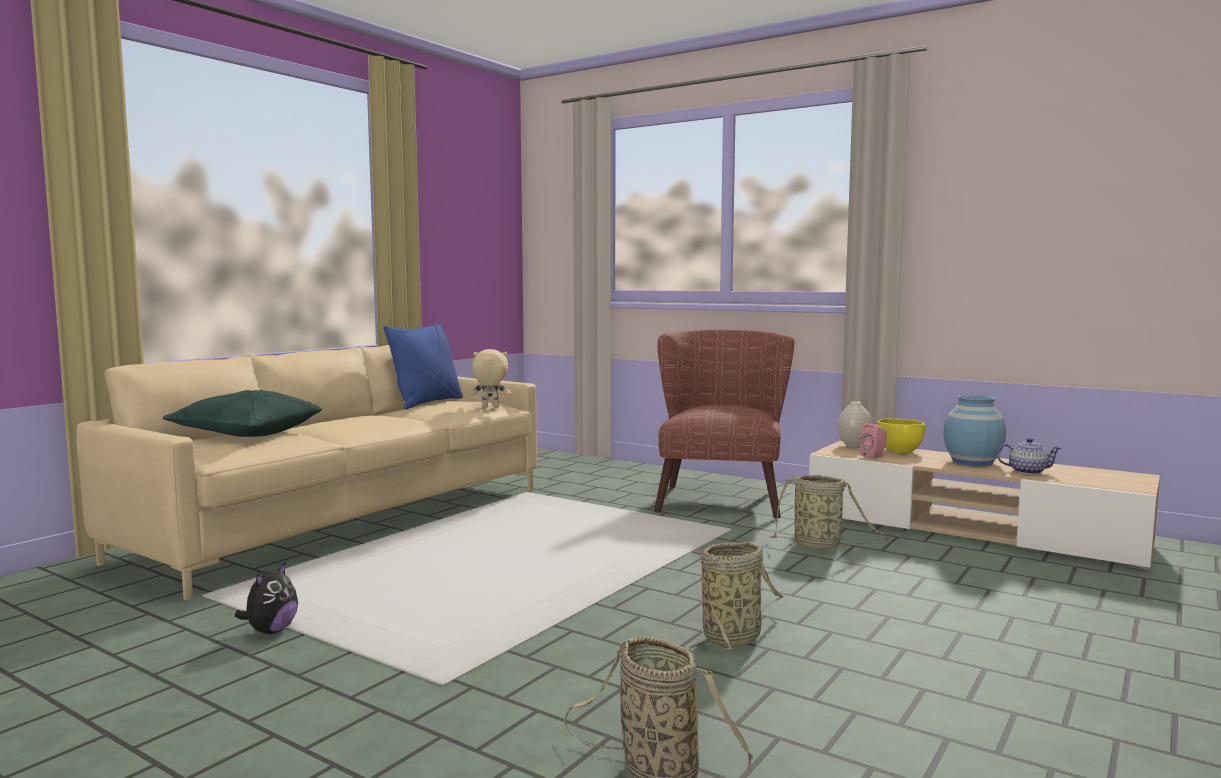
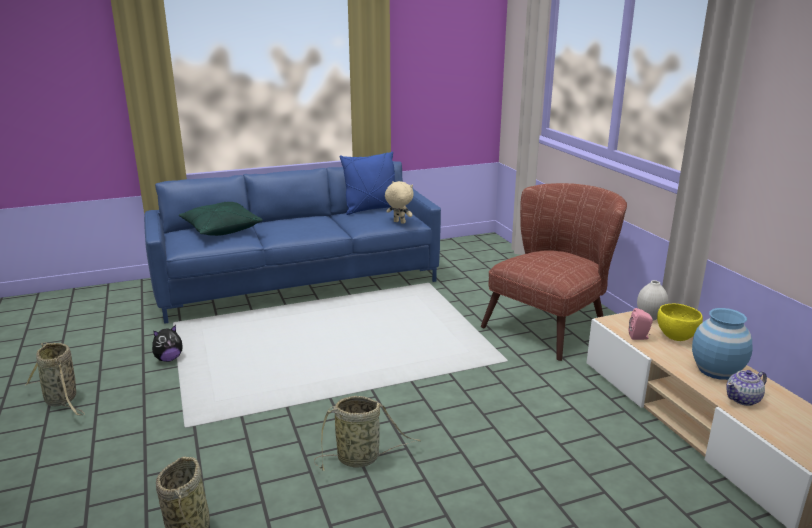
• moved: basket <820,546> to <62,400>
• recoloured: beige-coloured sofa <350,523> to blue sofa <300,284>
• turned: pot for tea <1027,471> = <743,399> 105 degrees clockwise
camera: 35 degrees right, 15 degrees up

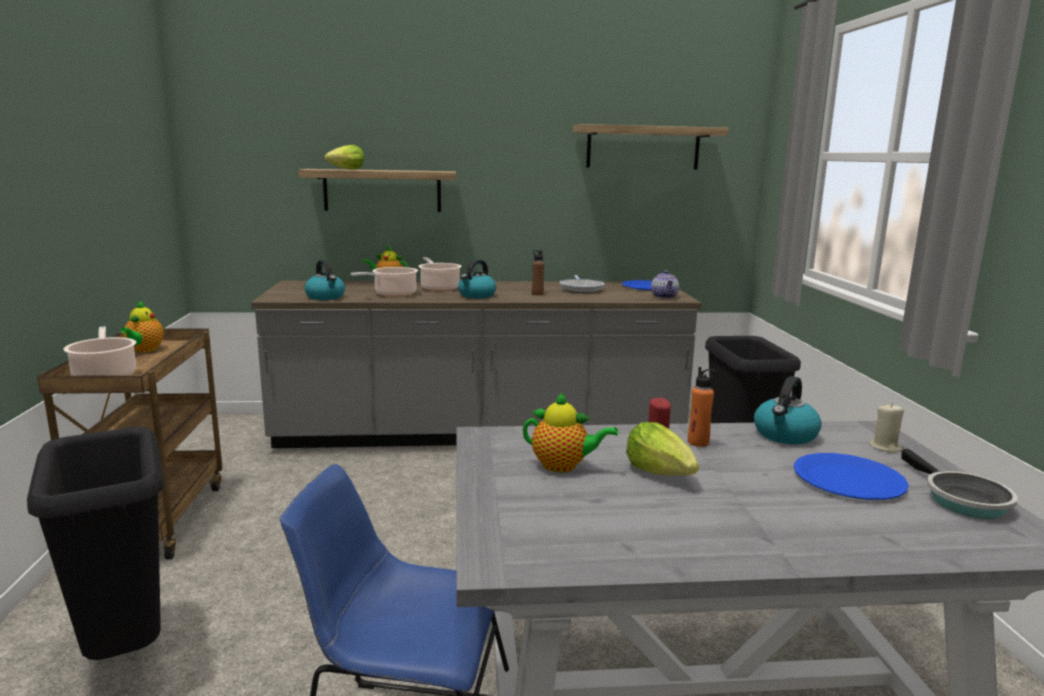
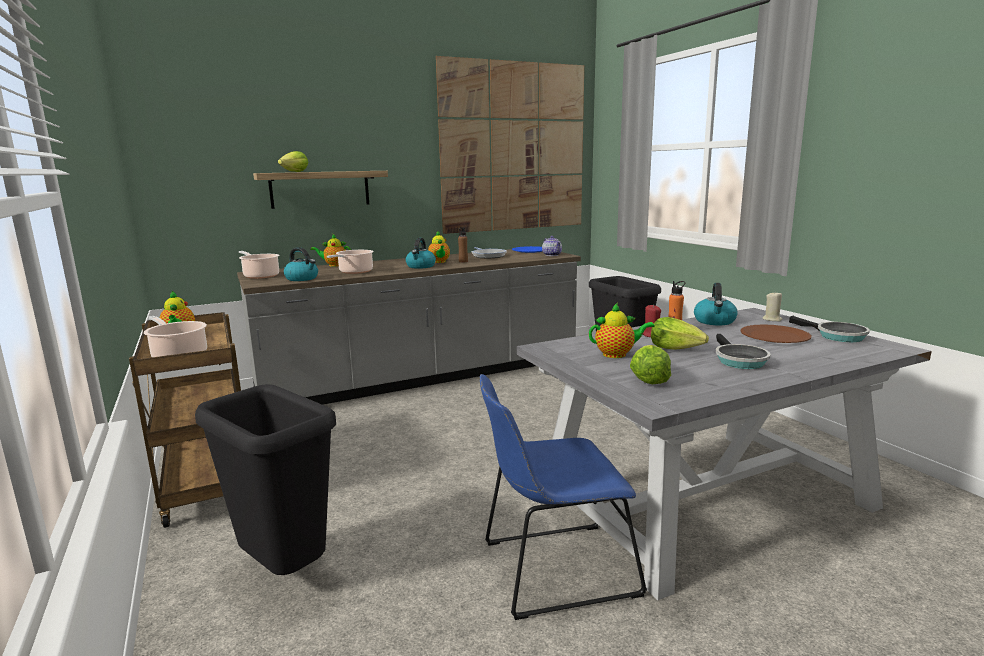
• moved: stockpot <439,288> to <260,276>
• added: pot for tea <439,262>
• replaced: wall shelf <643,148> to wall picture <514,147>
• added: lettuce <649,378>
• added: frying pan <738,360>
• recoloured: blue dinner plate <849,479> to brownish dinner plate <775,336>
camera: 20 degrees left, 0 degrees up

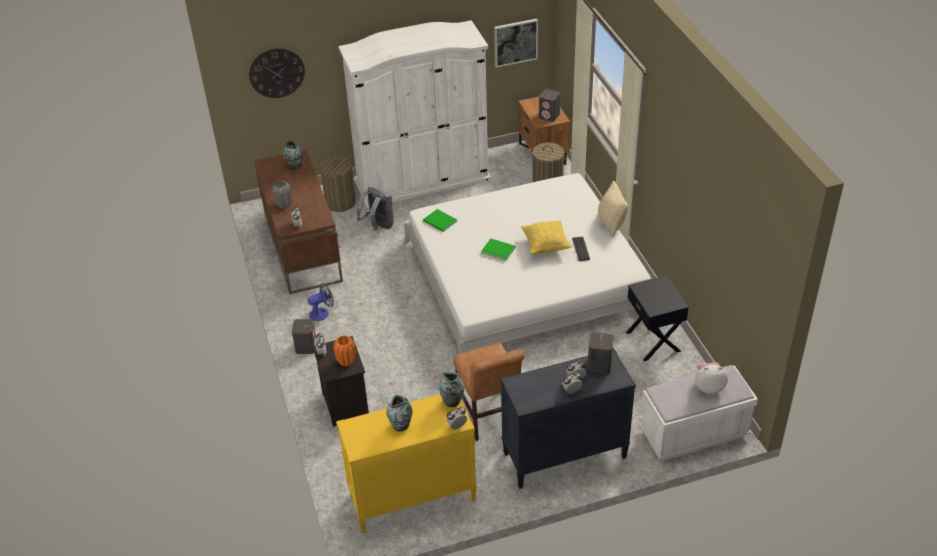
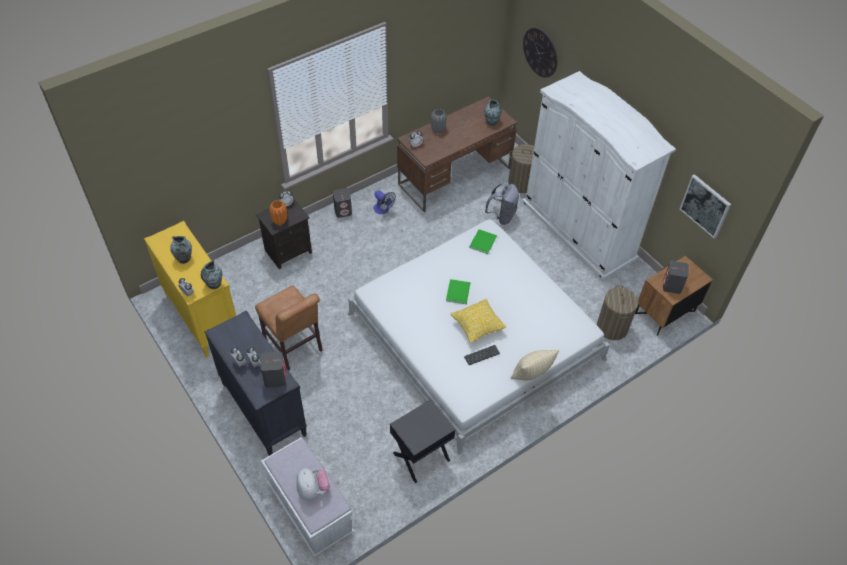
• turned: brownish chair <489,418> = <294,347> 90 degrees counterclockwise
camera: 70 degrees right, 10 degrees up

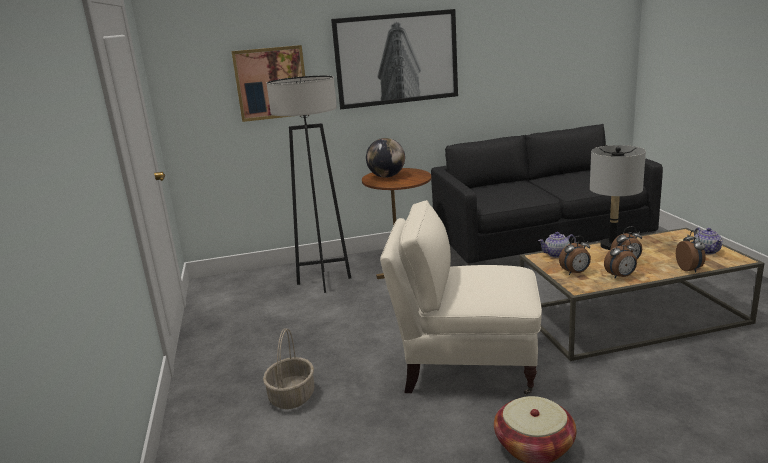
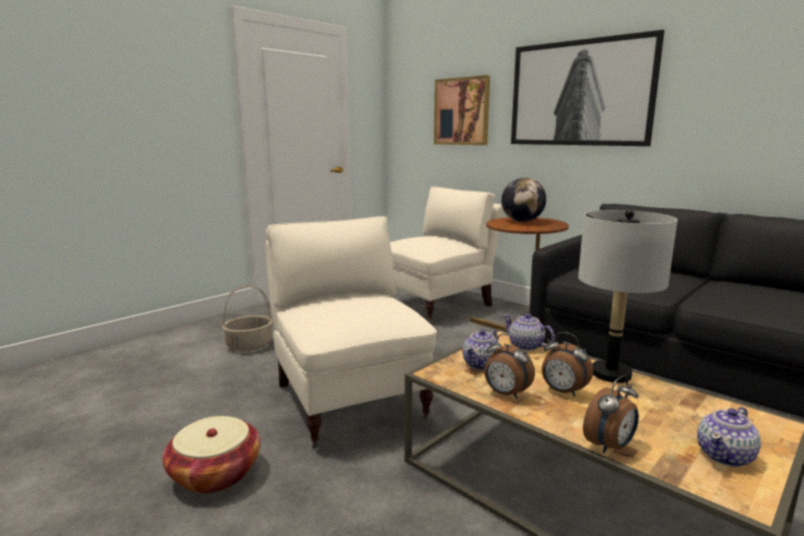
• replaced: greyish standing lamp <324,281> to beige-coloured easy chair <438,305>
• replaced: alarm clock <575,273> to pot for tea <482,364>
camera: 55 degrees right, 5 degrees down

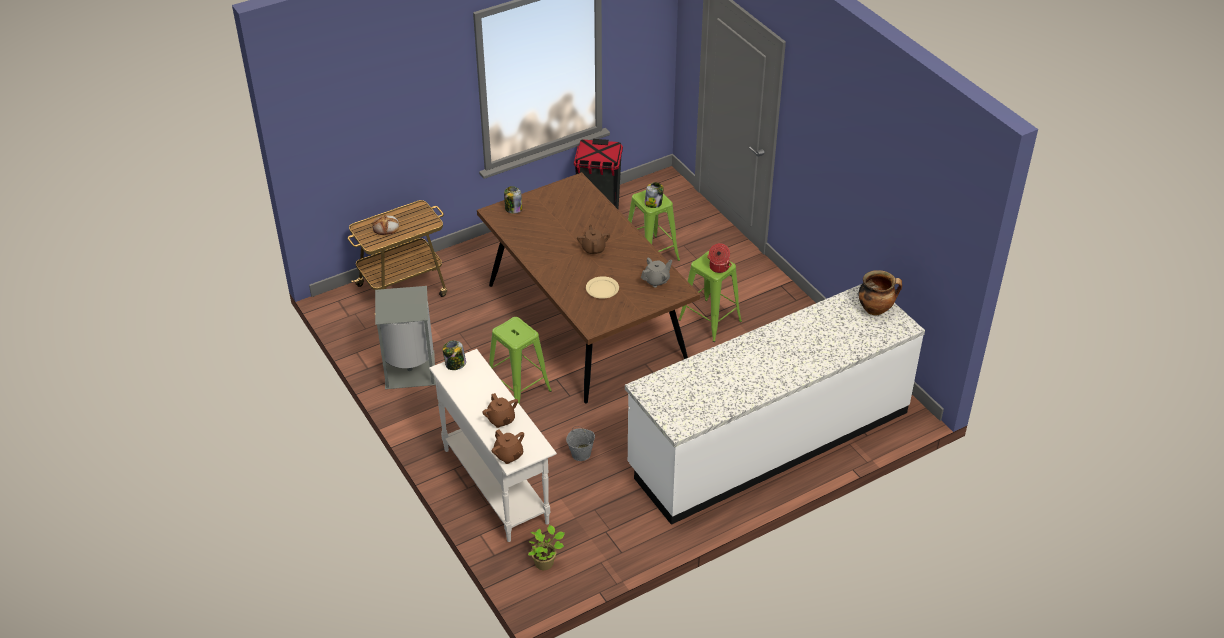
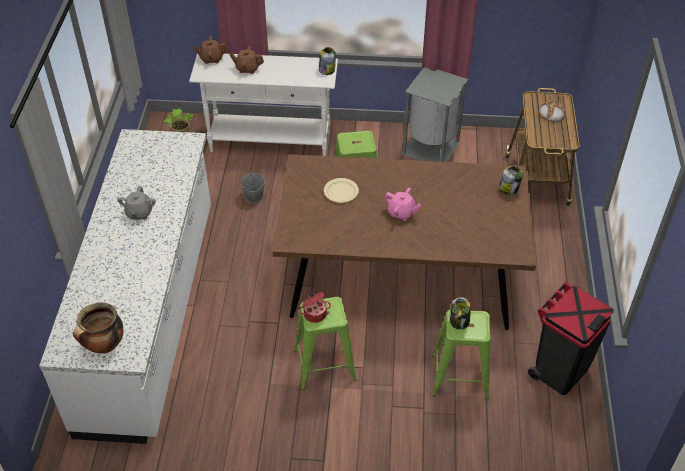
• moved: greyish pot for tea <656,280> to <139,213>
• recoloured: brownish pot for tea <593,249> to pink pot for tea <401,213>
camera: 125 degrees right, 5 degrees up

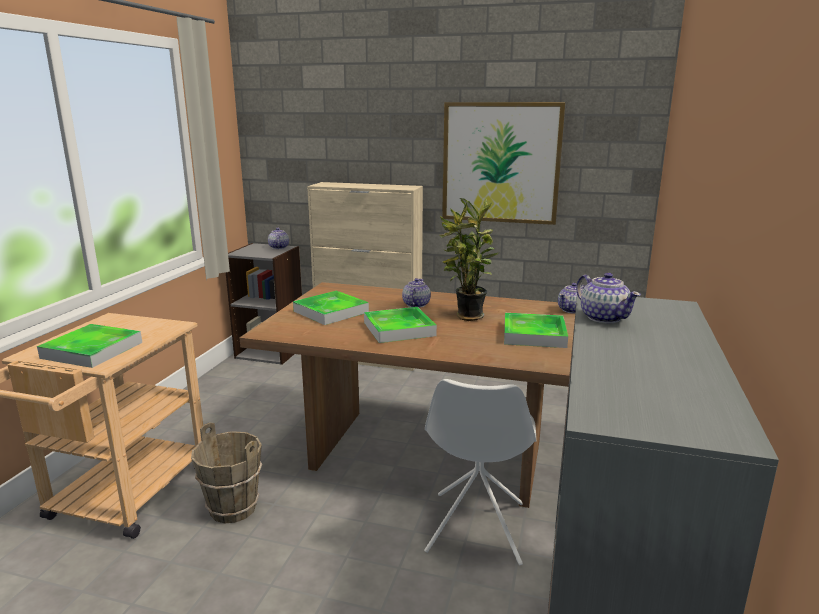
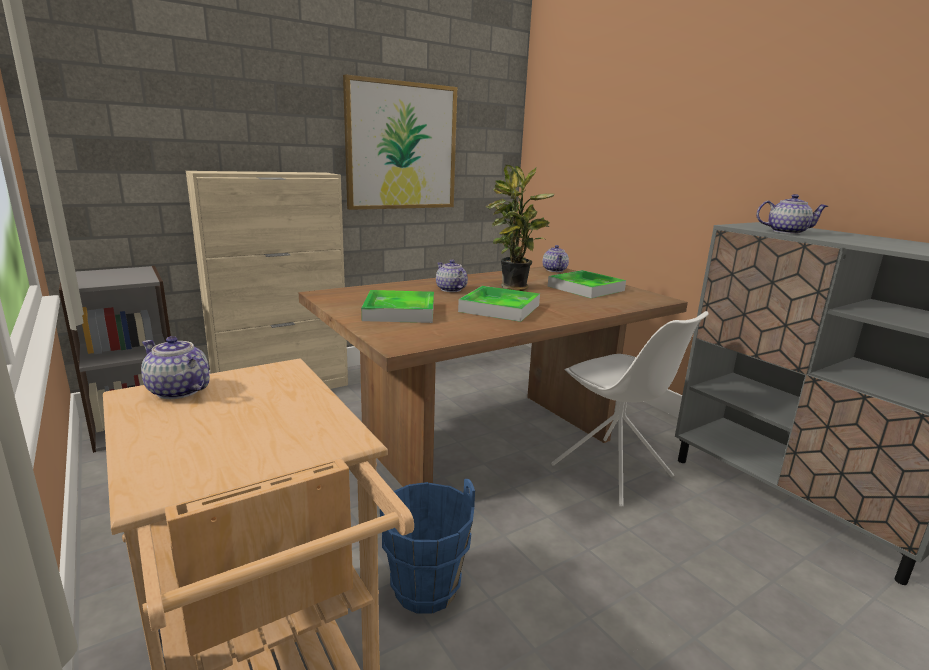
• moved: pot for tea <278,247> to <178,391>
• recoloured: brownish bucket <232,509> to blue bucket <426,590>
• removed: carrying tray <92,350>
camera: 50 degrees left, 0 degrees up

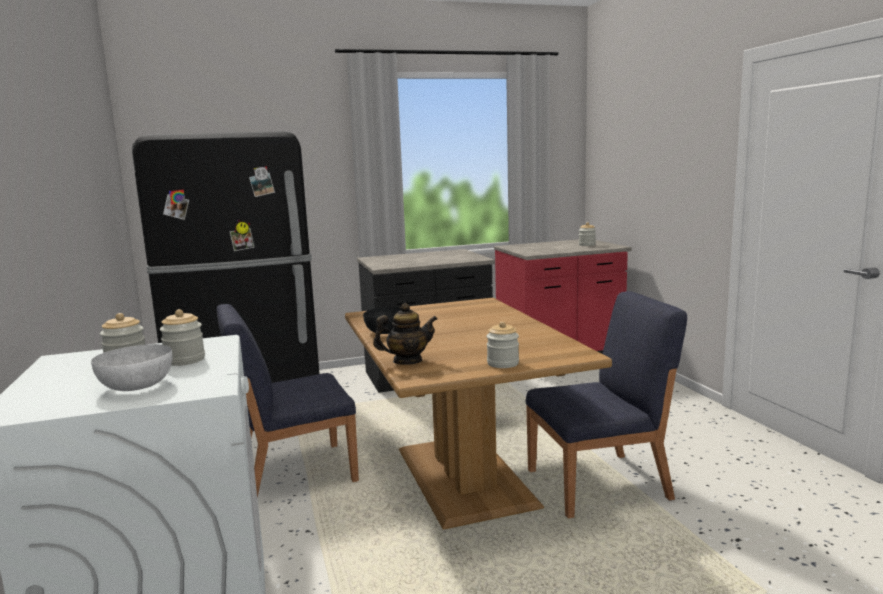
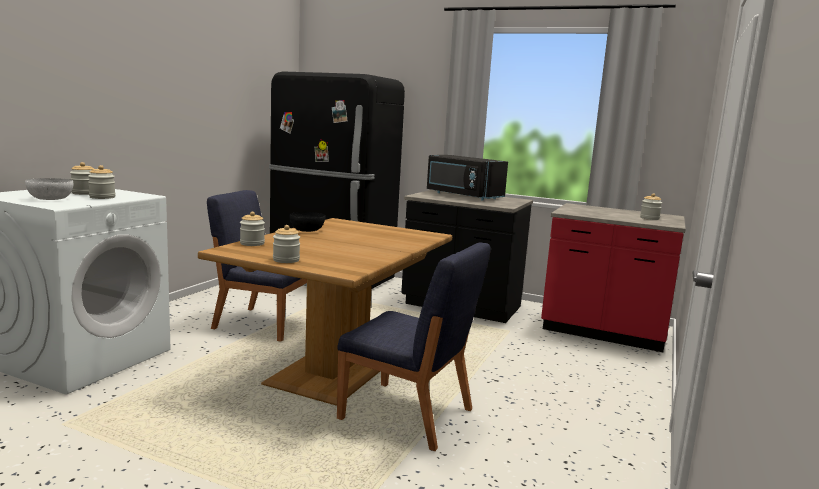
• replaced: pot for tea <407,361> to preserve jar <252,243>
• added: black-coloured kitchen microwave <462,196>
camera: 40 degrees right, 0 degrees up

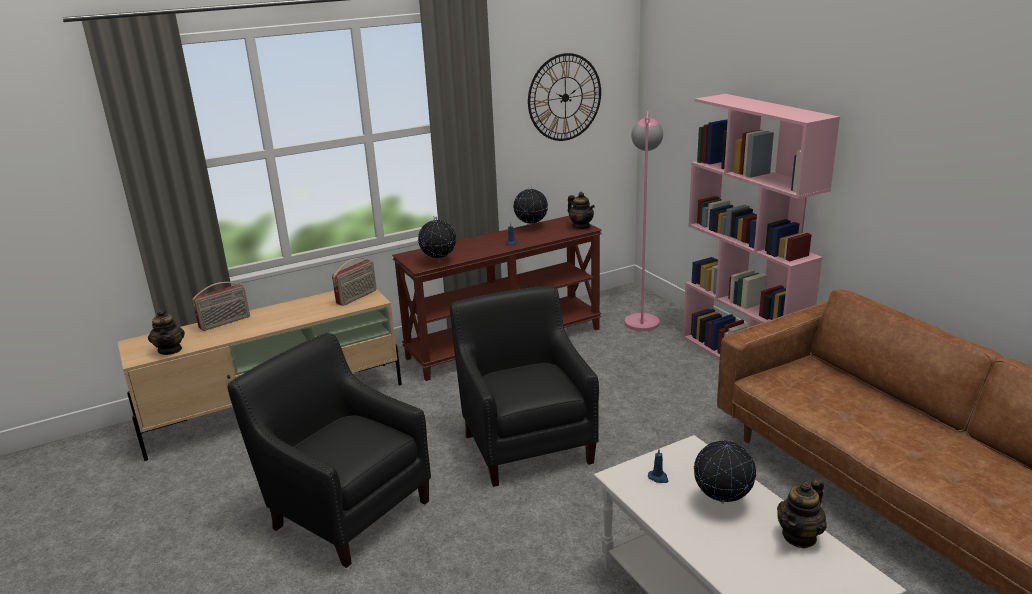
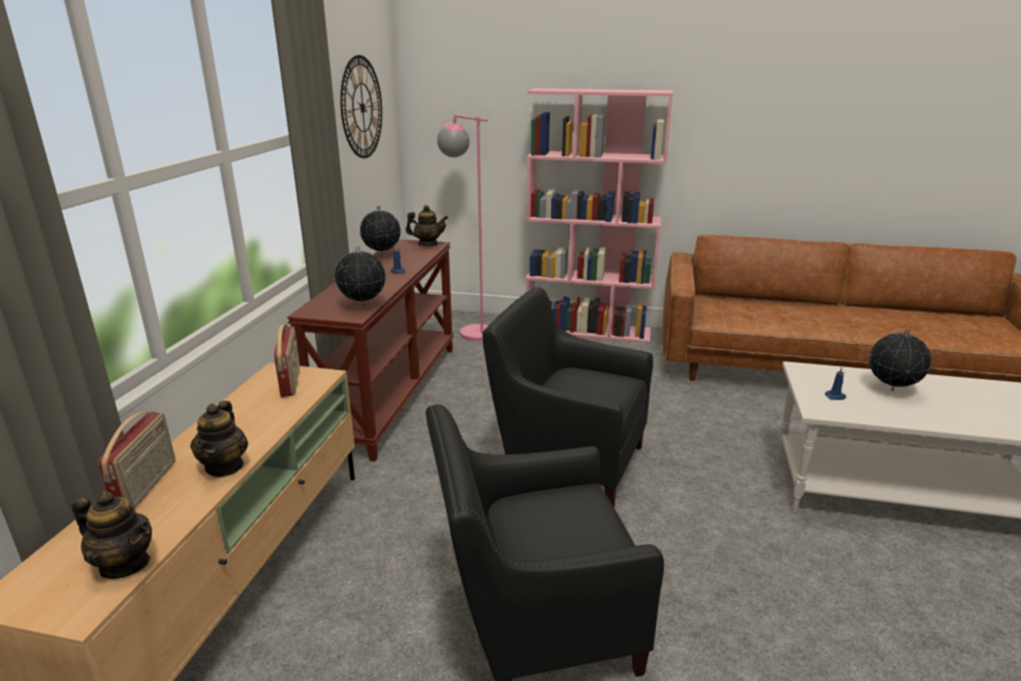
• moved: pot for tea <799,536> to <225,466>
camera: 50 degrees left, 0 degrees up

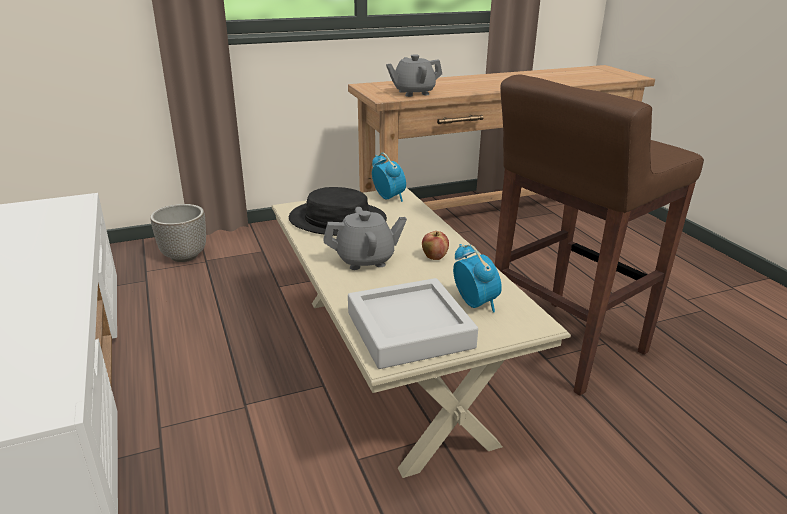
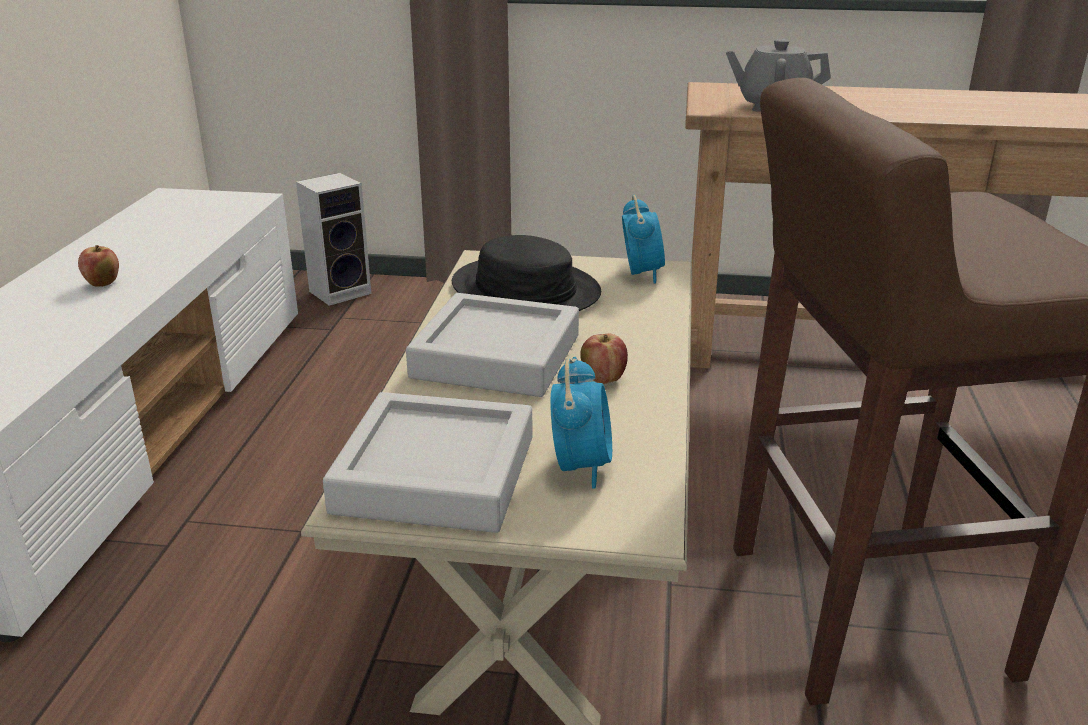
• added: apple <102,284>
• added: loudspeaker <341,291>
• replaced: greyish pot for tea <365,260> to greyish carrying tray <496,356>
• removed: plant pot <183,256>
camera: 30 degrees right, 0 degrees up

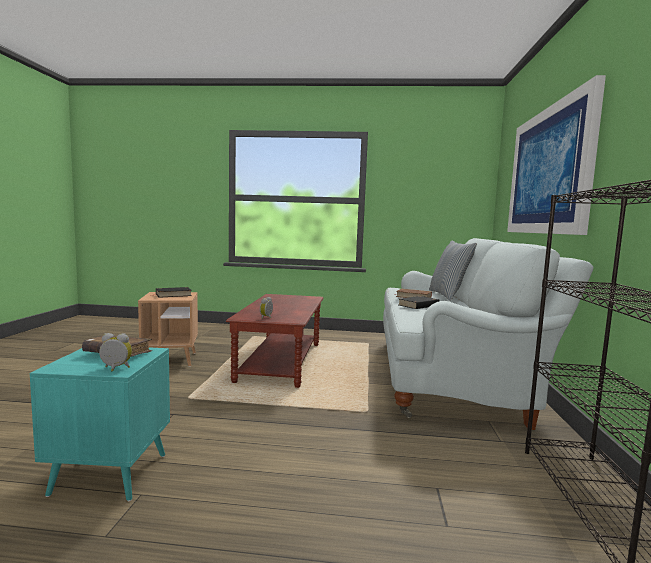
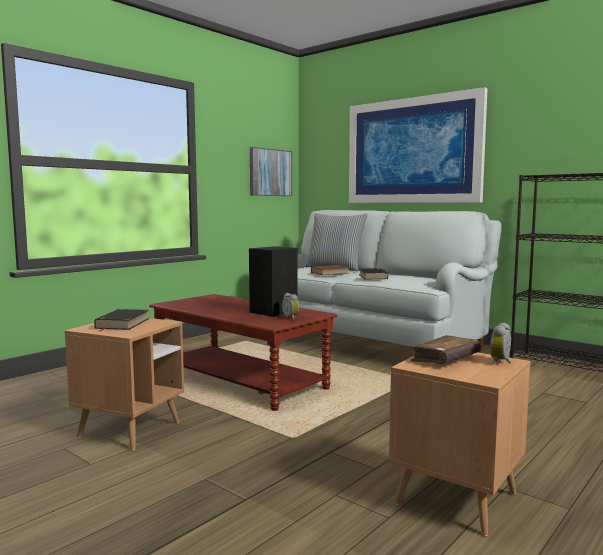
• added: black-coloured loudspeaker <274,311>
• added: wall picture <270,172>
• recoloured: turquoise side table <110,474> to brownish side table <456,498>
camera: 55 degrees left, 0 degrees up

